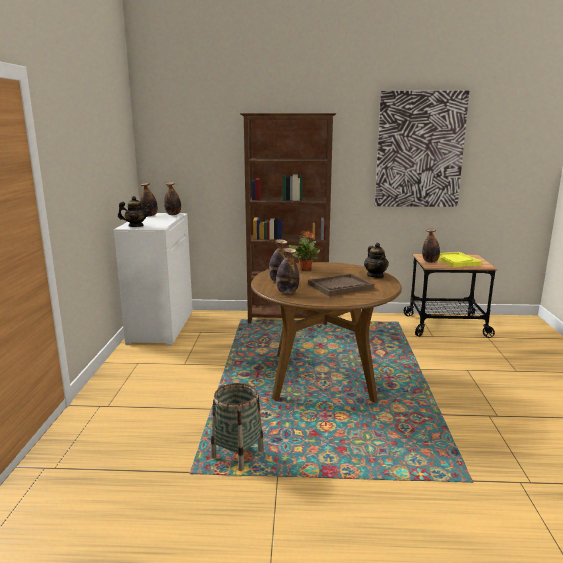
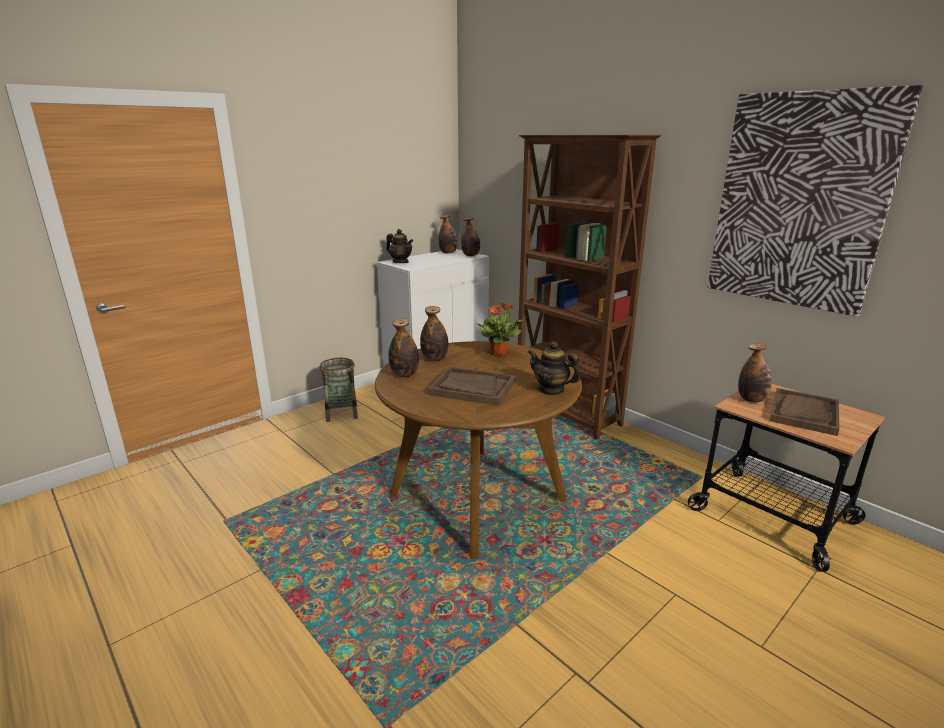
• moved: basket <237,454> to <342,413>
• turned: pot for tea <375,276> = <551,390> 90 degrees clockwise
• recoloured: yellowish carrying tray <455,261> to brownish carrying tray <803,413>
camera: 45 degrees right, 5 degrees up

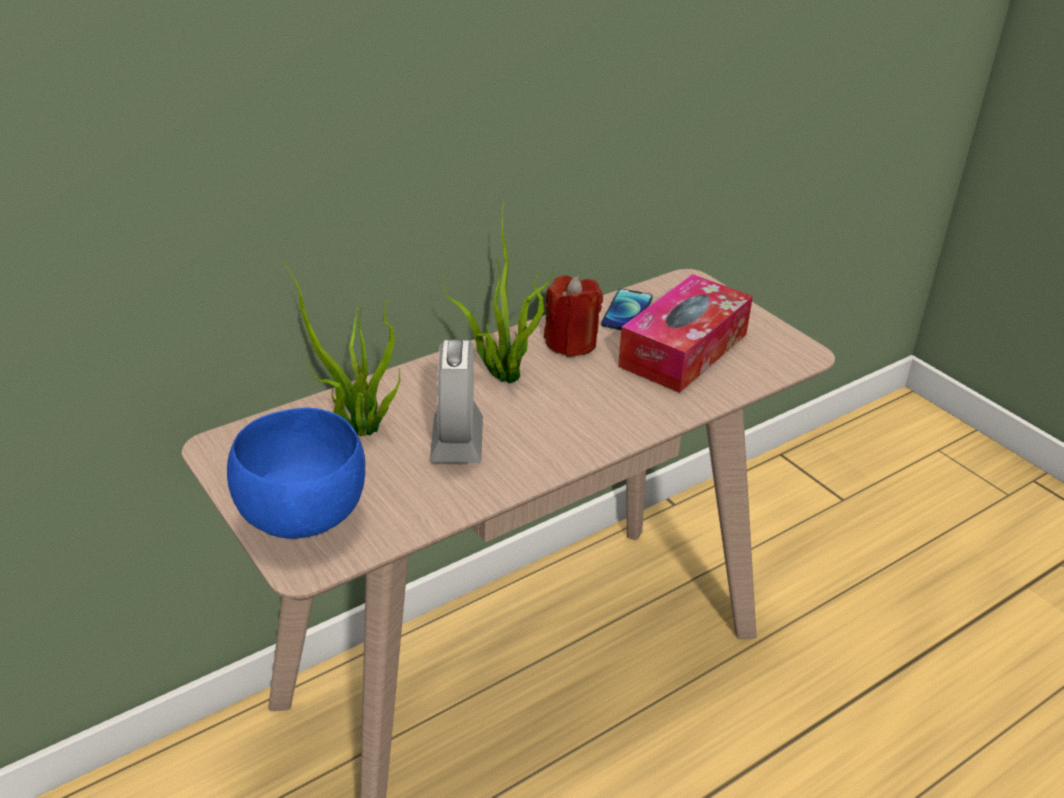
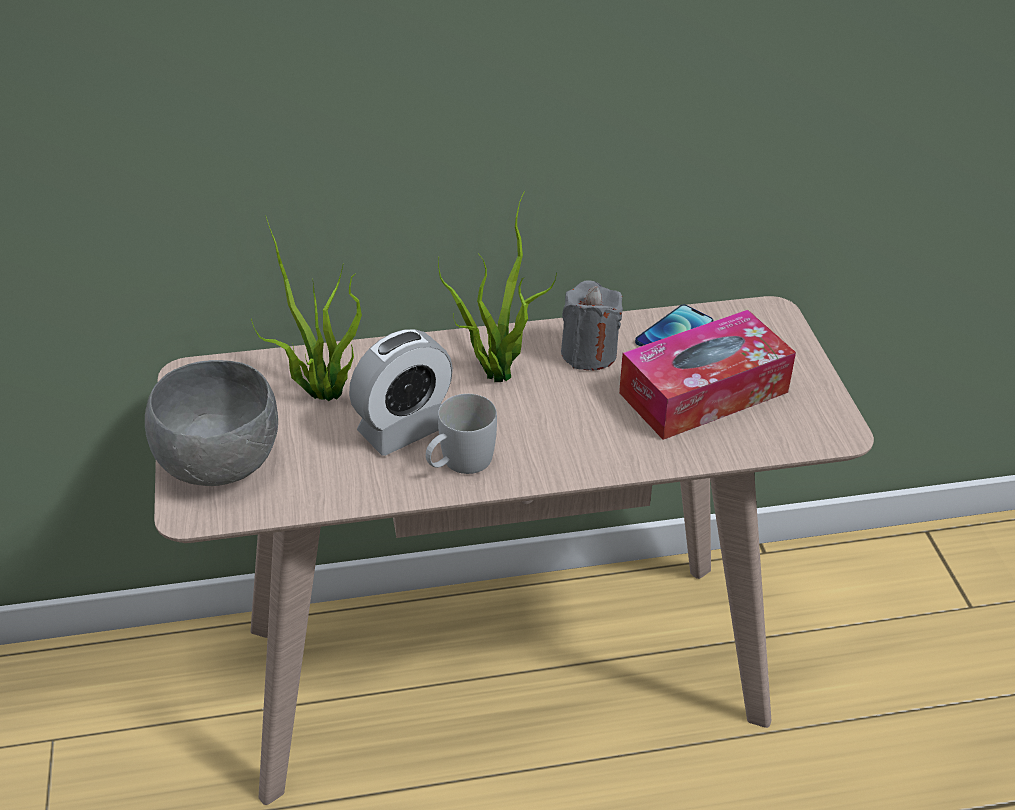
• recoloured: blue deep dish <303,514> to greyish deep dish <221,462>
• turned: alarm clock <457,440> = <404,429> 150 degrees counterclockwise
• added: white-coloured tea mug <459,463>
• recoloured: red candle <571,343> to greyish candle <589,353>
camera: 25 degrees right, 5 degrees up

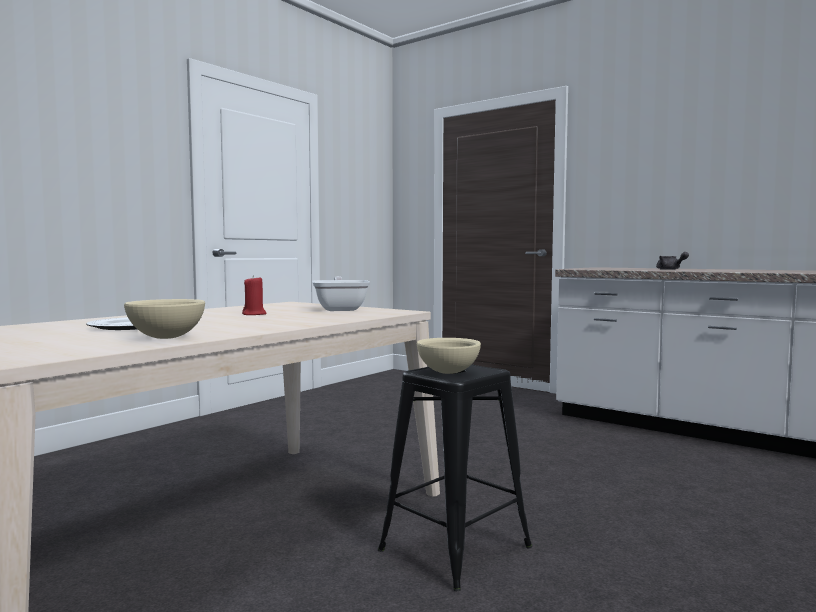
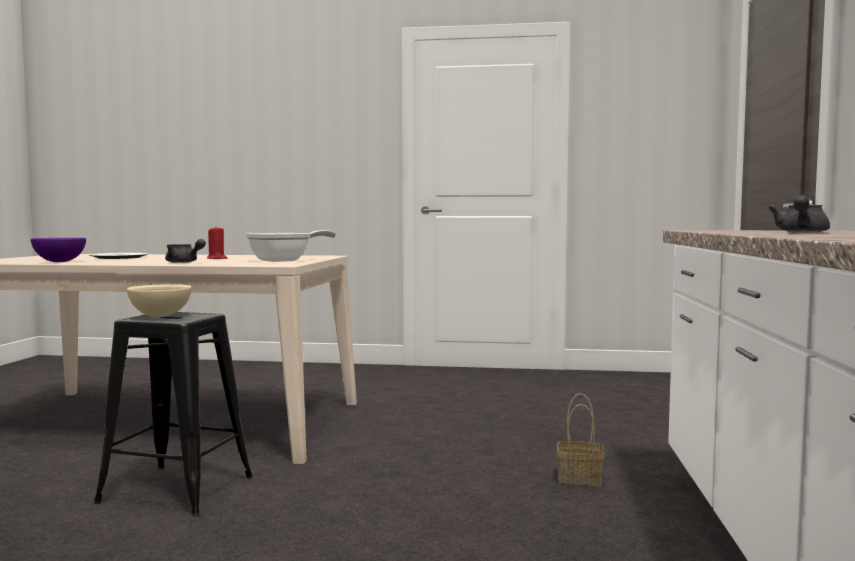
• recoloured: beige-coloured deep dish <167,337> to purple deep dish <59,262>
• added: greyish pot for tea <184,262>
• added: basket <578,479>
camera: 60 degrees right, 0 degrees up

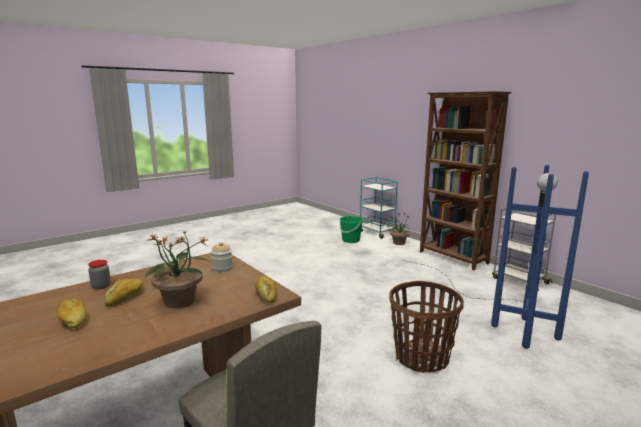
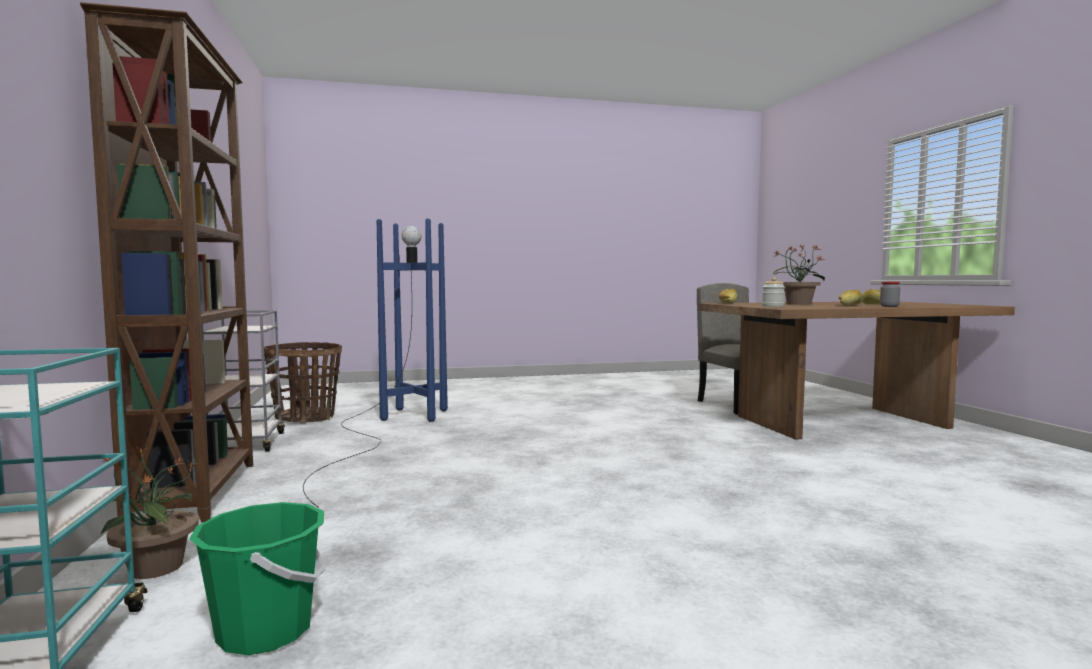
• moved: basket <421,358> to <305,417>
camera: 155 degrees left, 10 degrees down

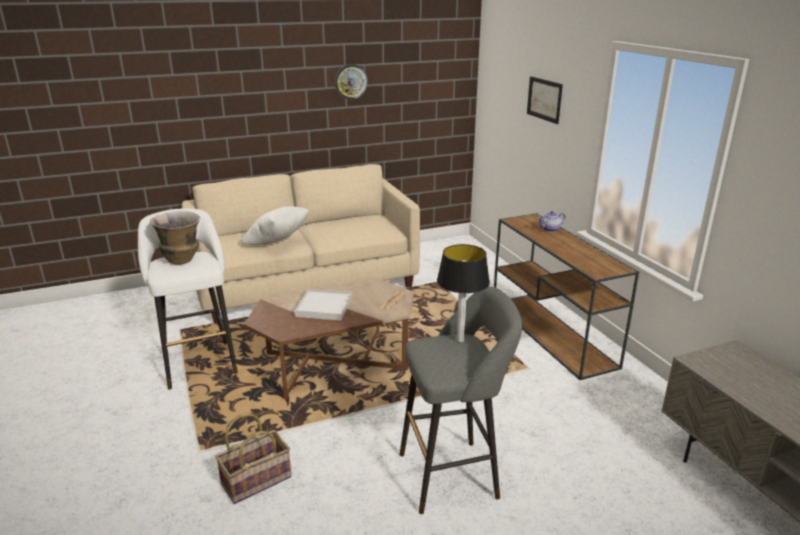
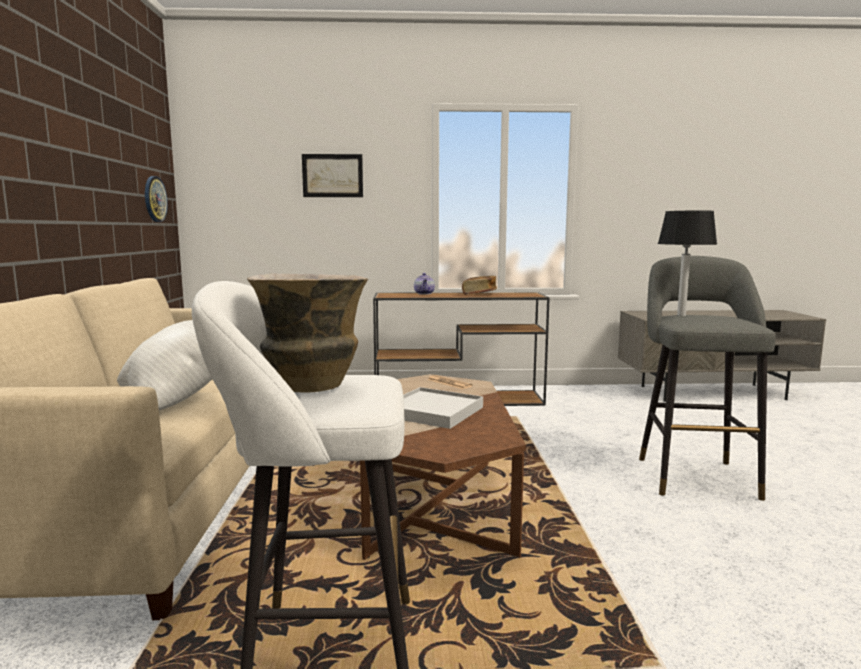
• moved: wall clock <350,81> to <154,199>
• added: volume <479,294>
• removed: basket <256,480>
camera: 70 degrees left, 15 degrees down

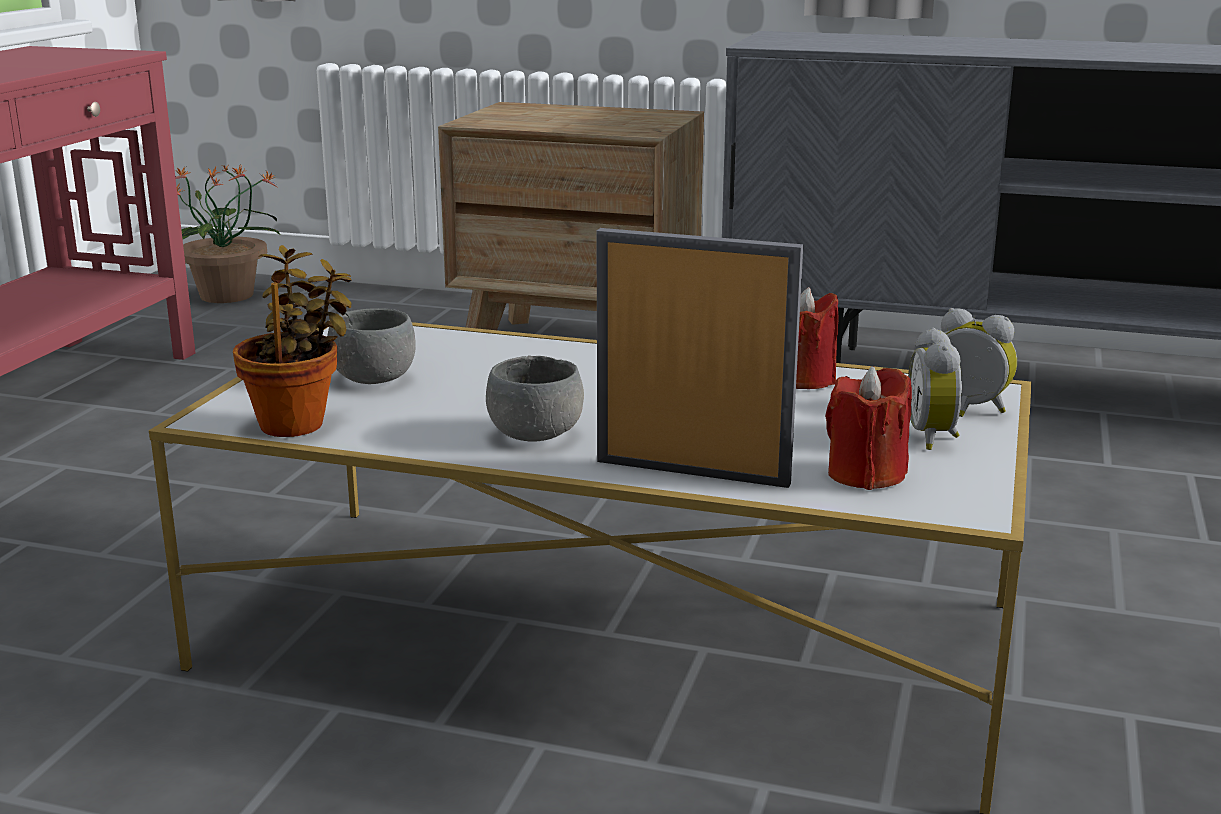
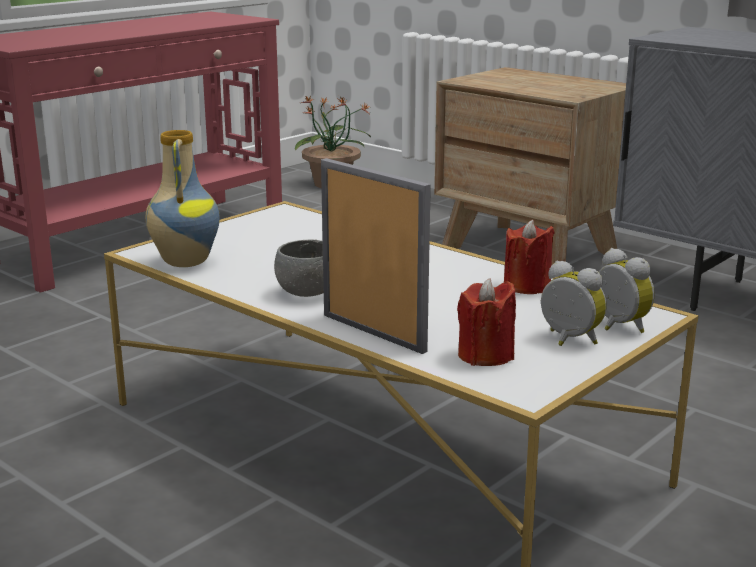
• replaced: potted plant <298,423> to flower vase <183,262>
• turned: alarm clock <935,437> = <568,340> 105 degrees clockwise
• removed: greyish deep dish <373,379>
camera: 25 degrees right, 0 degrees up

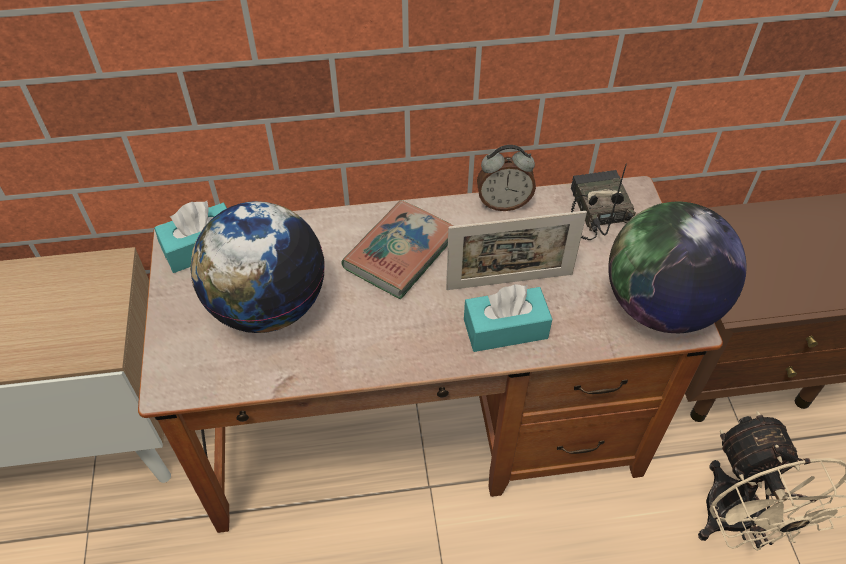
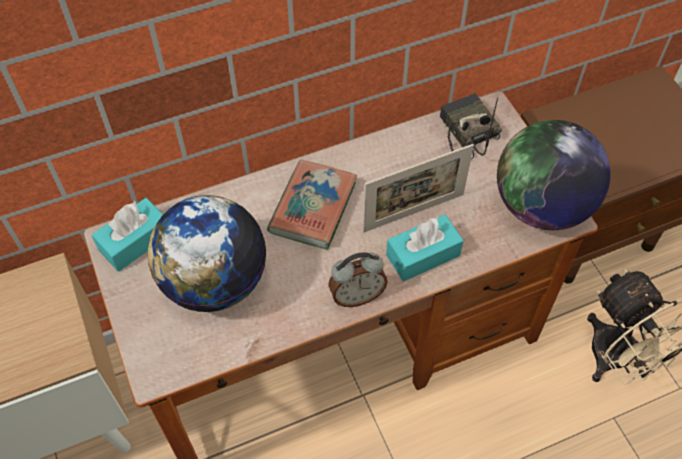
• moved: alarm clock <503,203> to <356,295>
camera: 15 degrees left, 5 degrees up

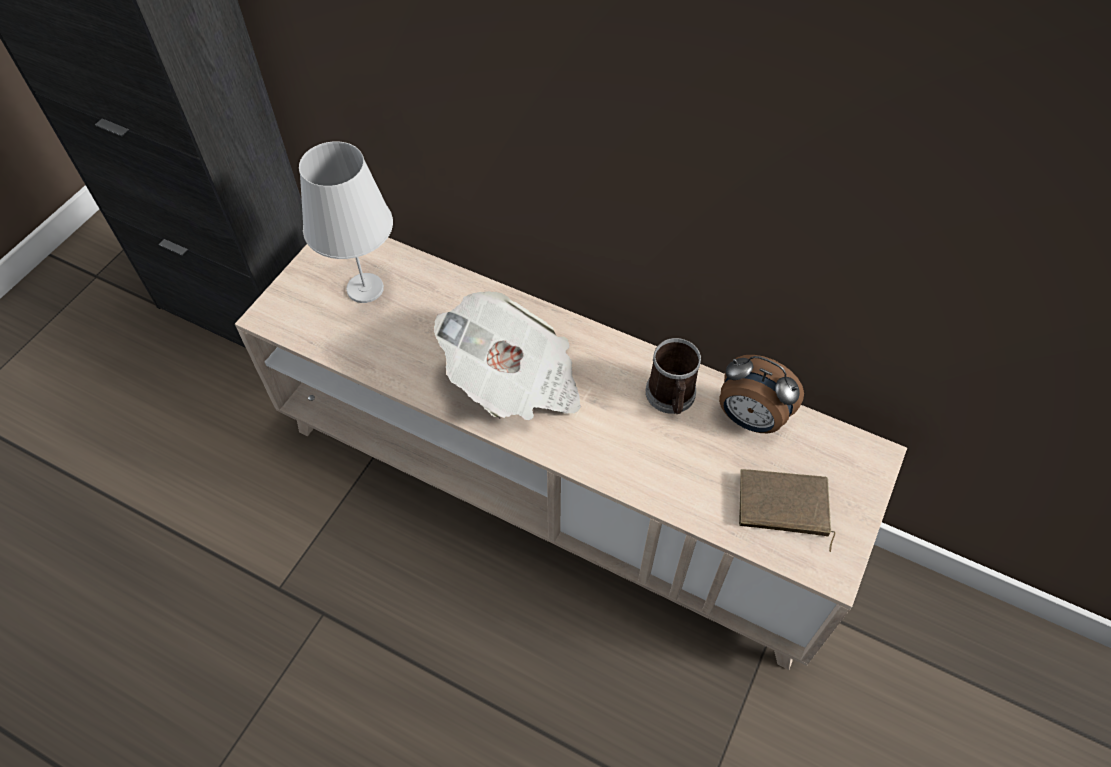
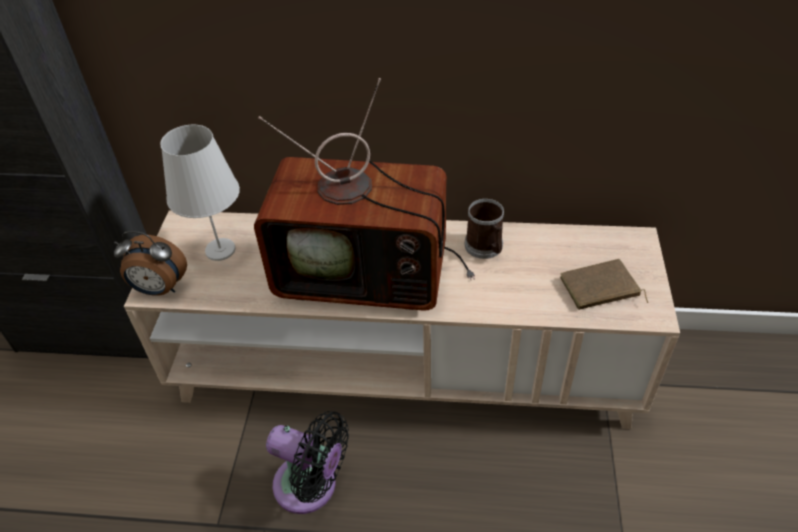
• moved: alarm clock <750,419> to <159,289>
• replaced: newspaper <514,381> to television <368,274>
• added: black-coloured electric fan <311,487>
camera: 20 degrees left, 10 degrees down

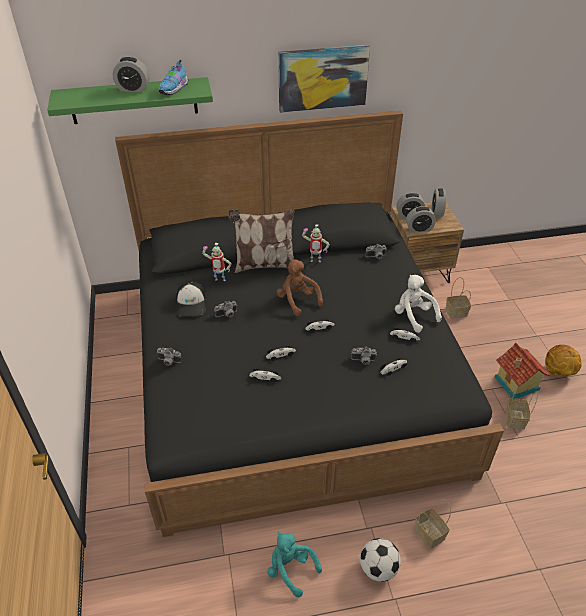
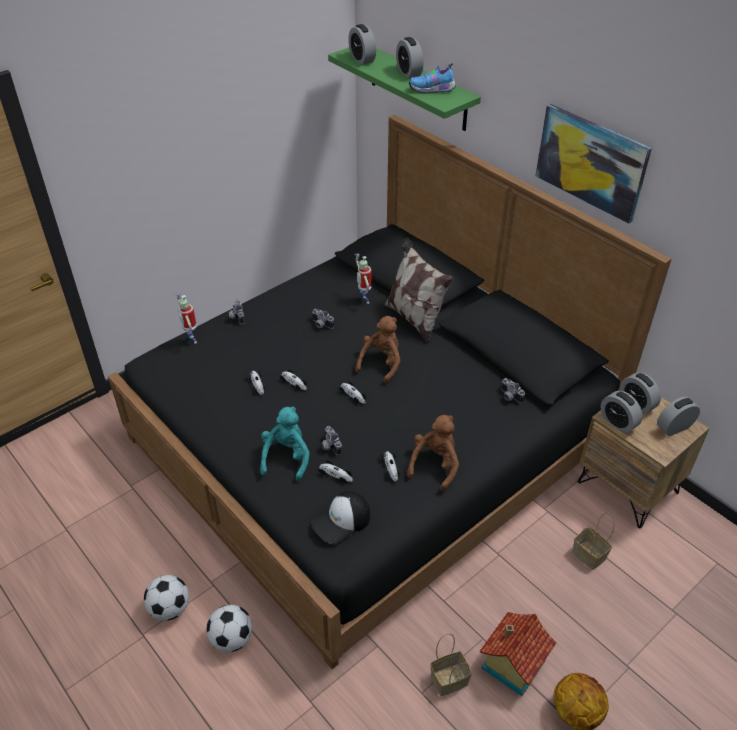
• moved: robot figure <315,262> to <191,339>
• replaced: basket <428,533> to football ball <232,639>
• moved: turquoise plush toy <290,569> to <286,457>
• moved: baseball cap <191,303> to <342,521>
• added: alarm clock <362,59>
• recoloured: white-coloured plush toy <414,316> to brownish plush toy <435,465>
camera: 60 degrees right, 0 degrees up

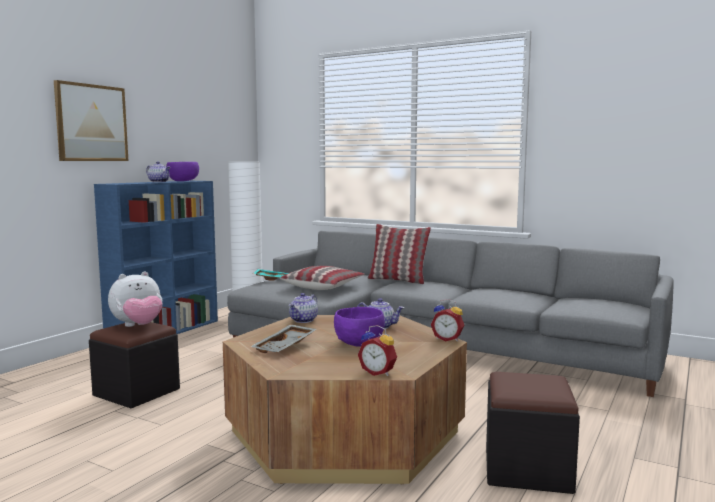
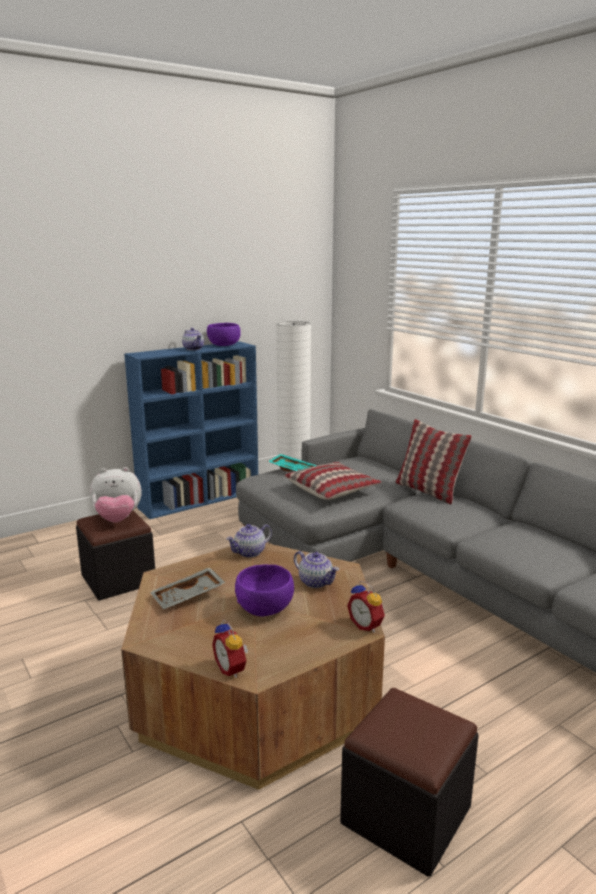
• removed: wall picture <91,123>
camera: 25 degrees right, 10 degrees up

